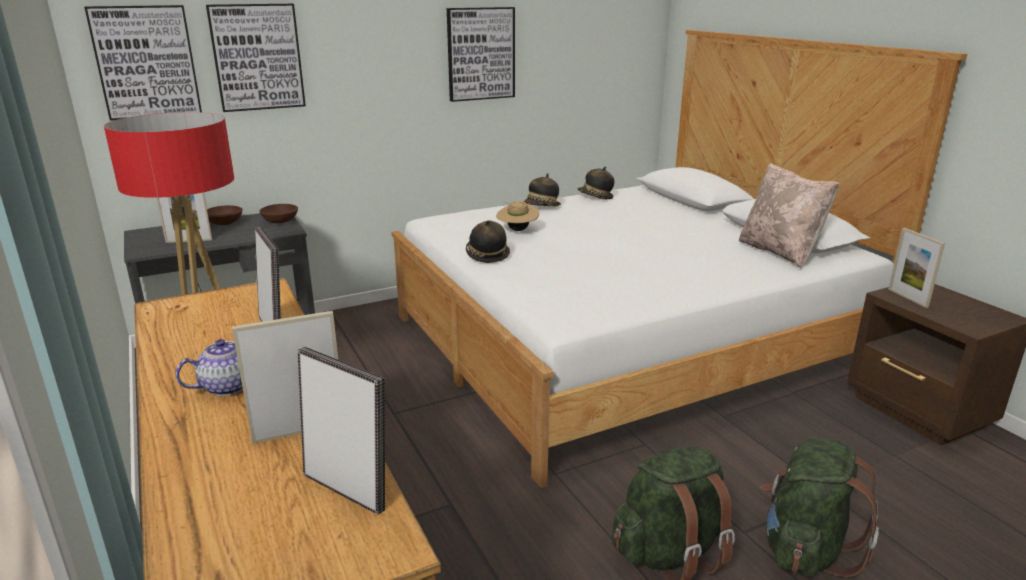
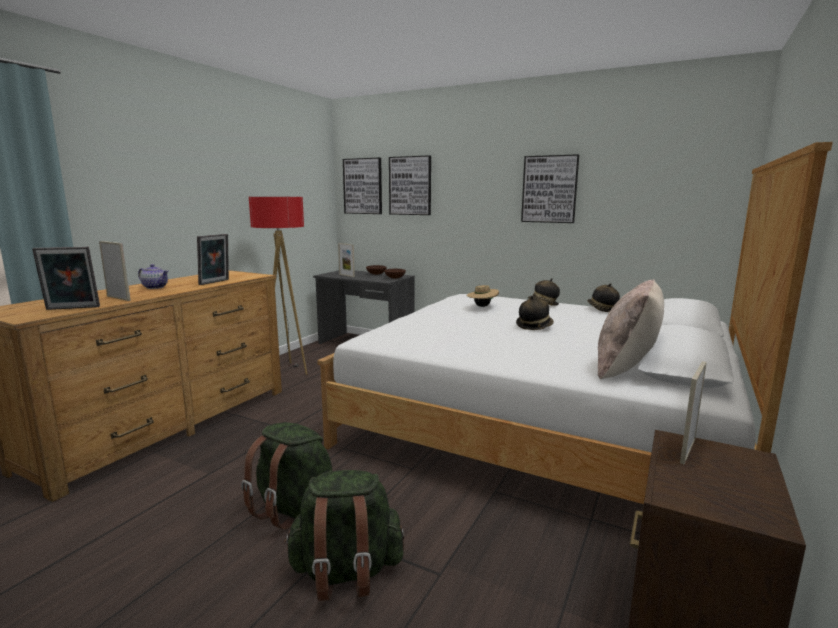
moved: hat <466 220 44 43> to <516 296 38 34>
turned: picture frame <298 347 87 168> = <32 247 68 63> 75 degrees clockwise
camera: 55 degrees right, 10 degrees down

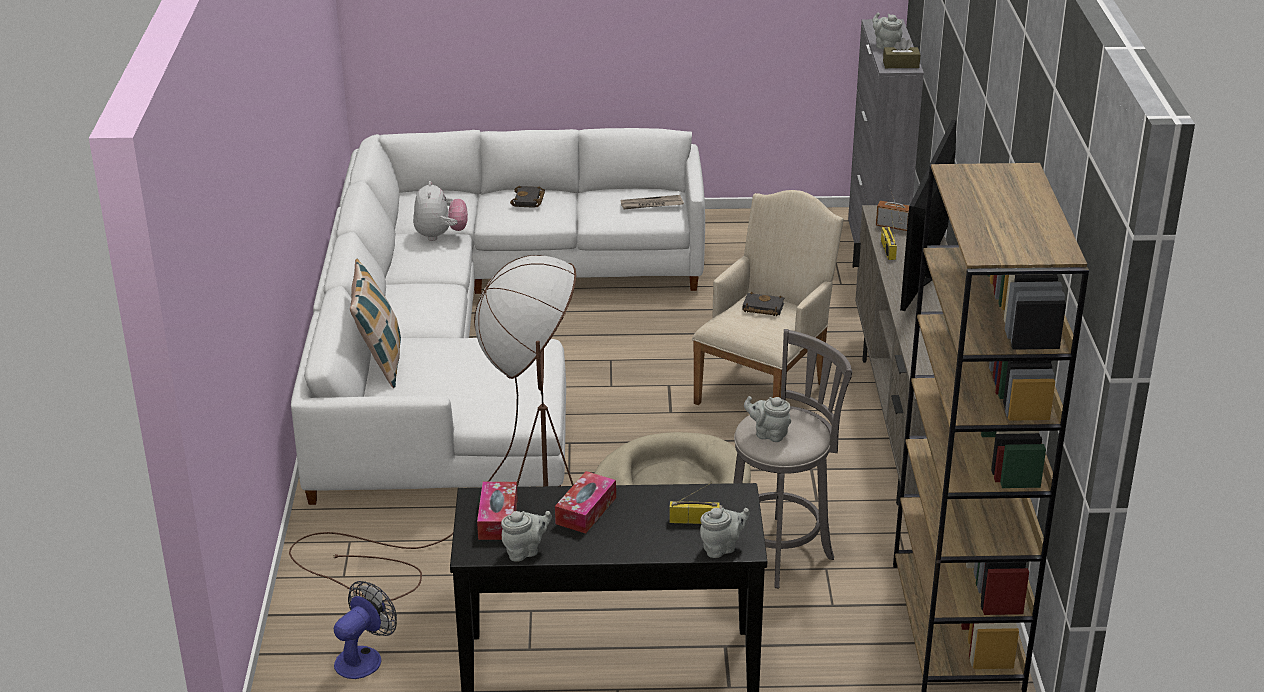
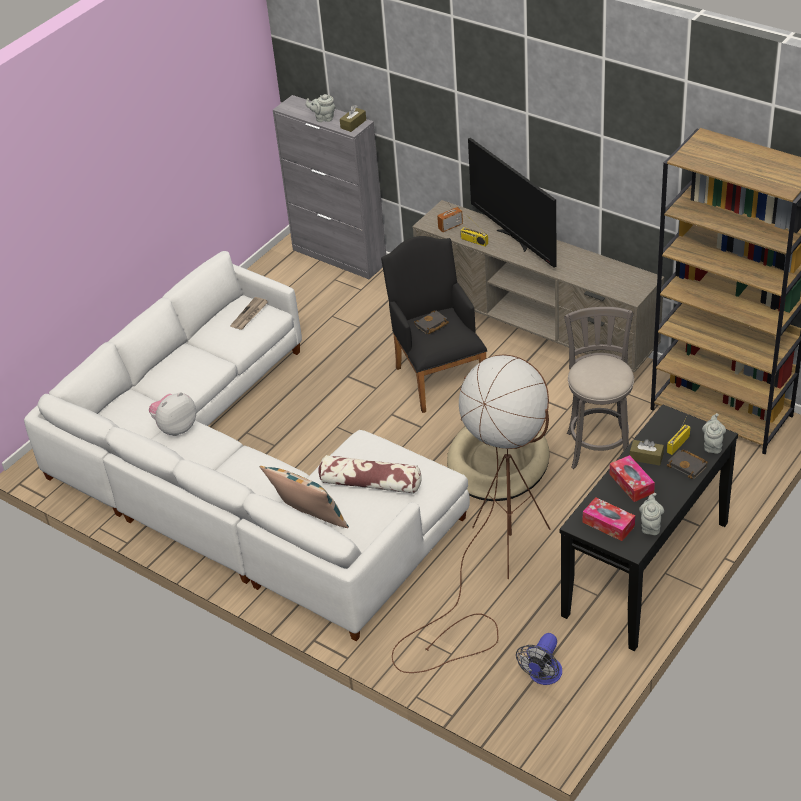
removed: teapot in grey <744 396 47 46>
added: pillow <318 455 104 39>; tissue box in brown <630 439 34 27>
moved: book in black <510 186 35 22> to <667 449 41 30>
recoloured: armchair in beige <692 190 152 215> to armchair in black <381 236 106 177>
turned: fan <334 581 63 98> = <516 633 46 52> 135 degrees counterclockwise; plush toy <413 181 55 60> = <149 392 47 44> 75 degrees counterclockwise
camera: 50 degrees left, 10 degrees up

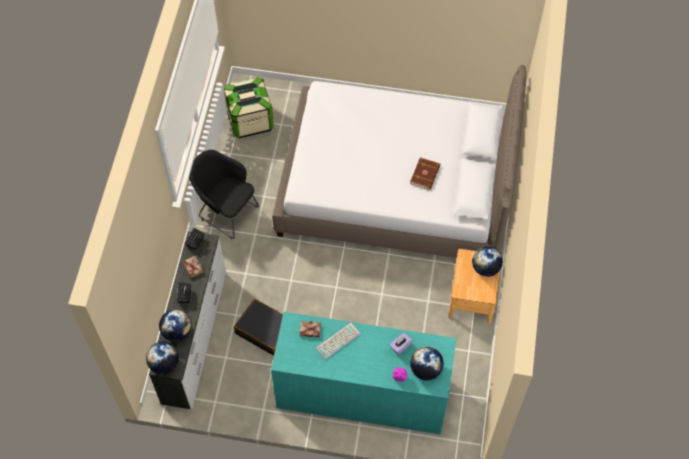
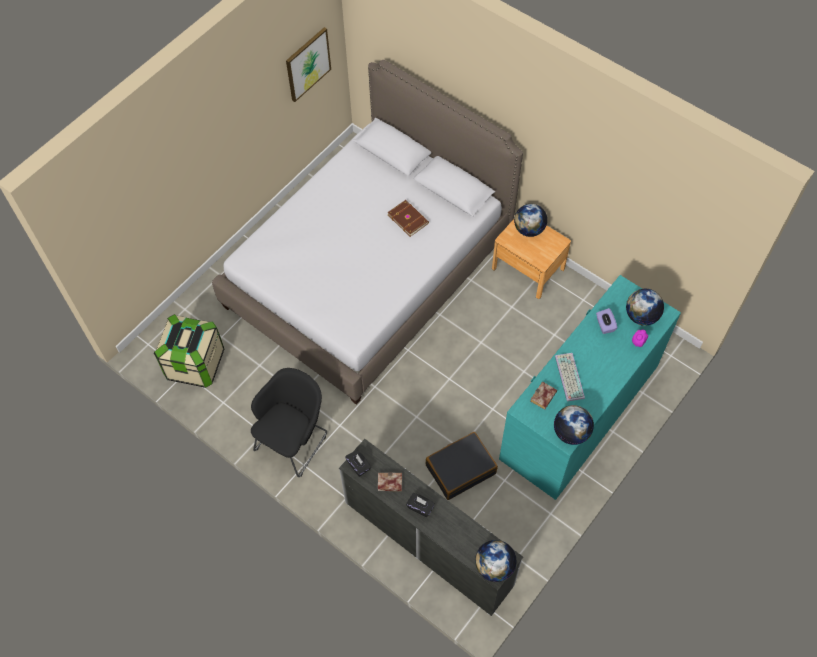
added: picture <286 27 45 75>
moved: globe <159 309 33 33> to <554 405 40 40>
turned: armchair in black <189 150 70 89> = <251 368 76 109> 150 degrees clockwise
camera: 60 degrees left, 0 degrees up

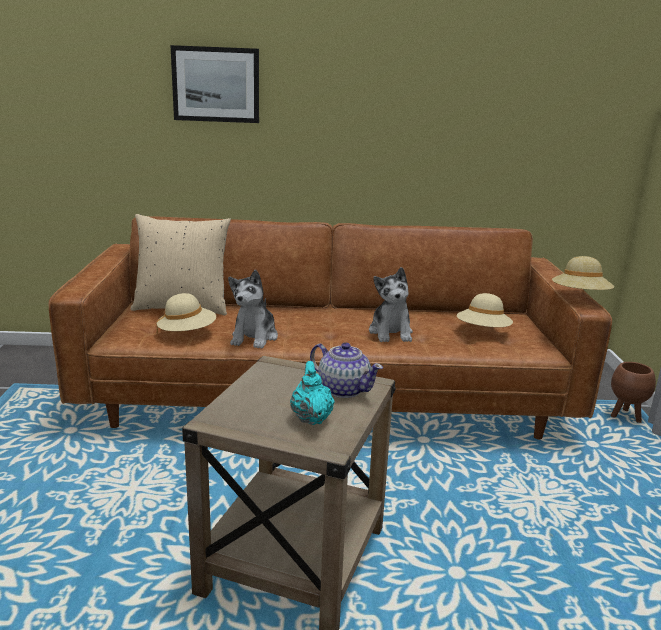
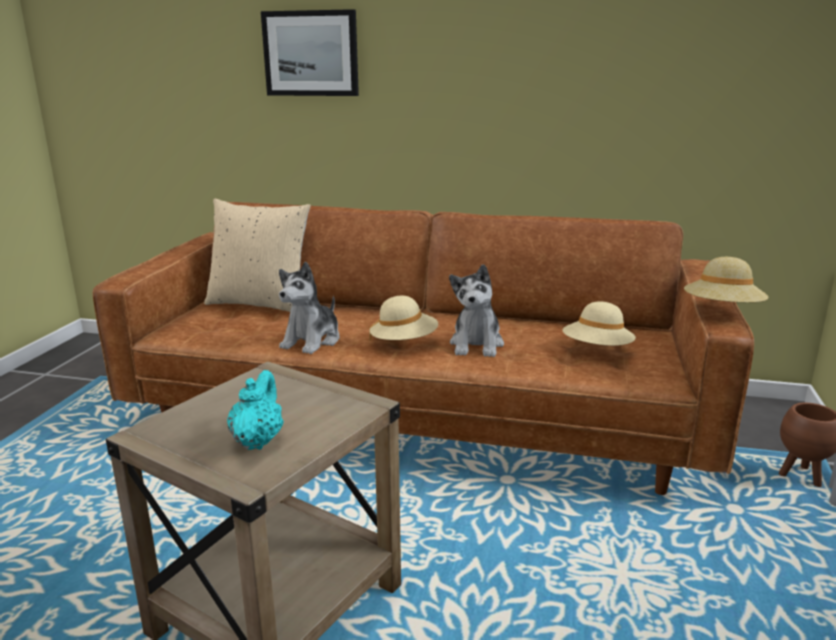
removed: teapot <310 343 73 55>
moved: hat in beige <156 293 60 40> to <369 296 69 45>
camera: 15 degrees right, 0 degrees up

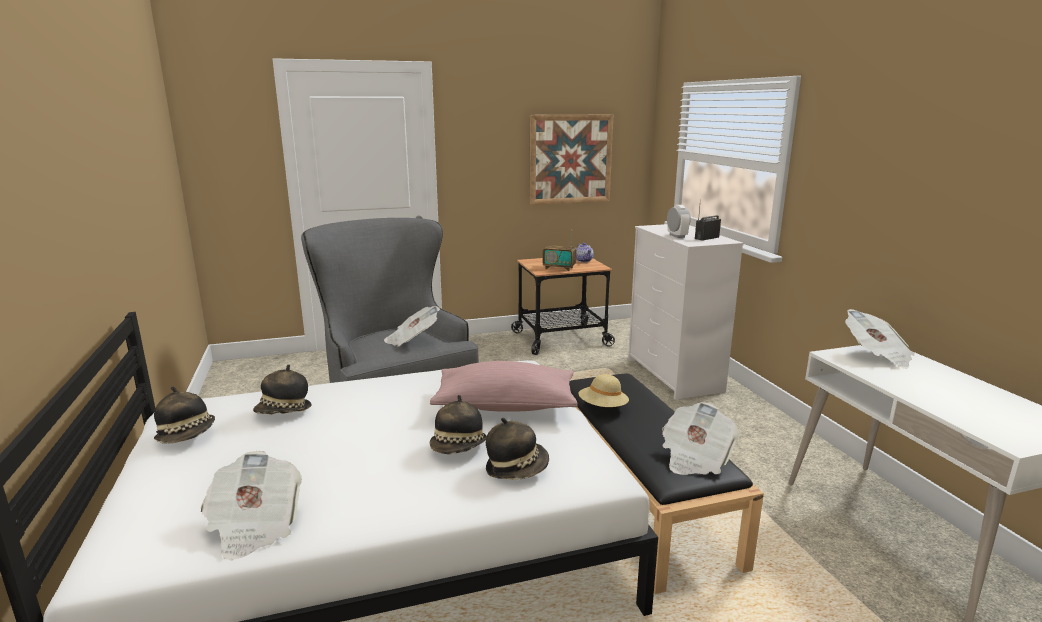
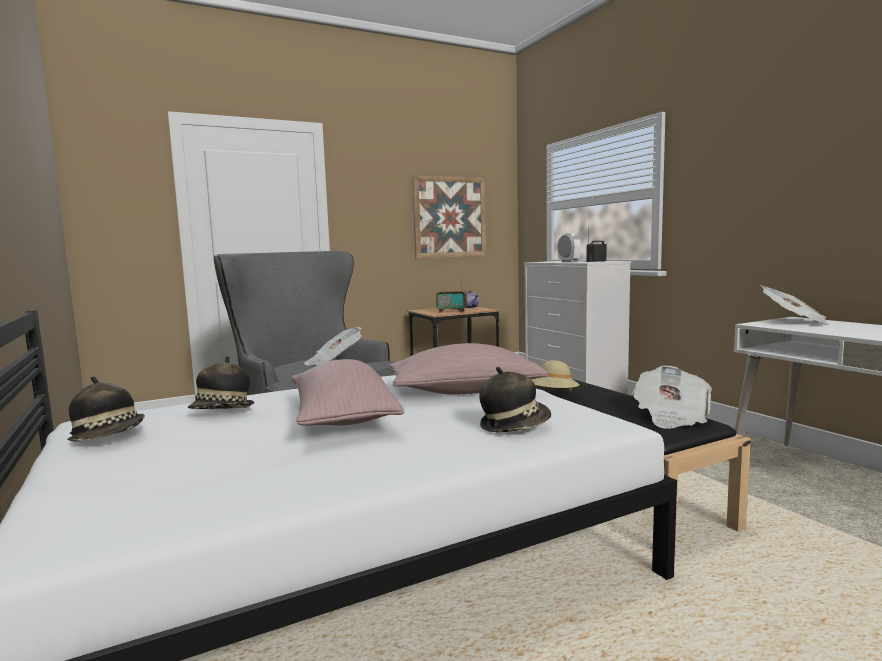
removed: newspaper <201 451 101 109>; hat <430 395 57 59>
added: pillow in pink <292 359 112 67>
camera: 10 degrees left, 10 degrees down

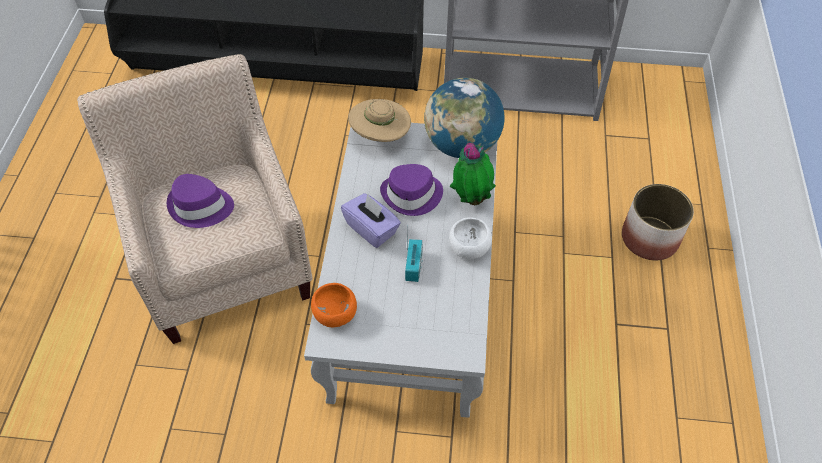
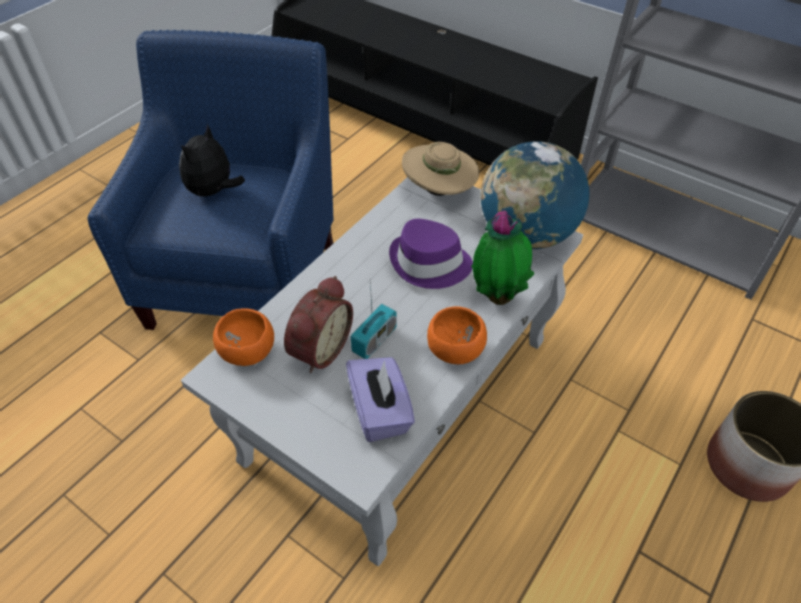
added: alarm clock <284 276 69 97>
moved: tissue box in purple <341 193 60 55> to <346 357 69 85>
replaced: hat in purple <167 174 67 54> to plush toy <179 123 66 75>
recoloured: armchair in beige <77 54 236 290> to armchair in blue <88 30 245 300>; bowl in white <449 217 43 42> to bowl in orange <427 306 60 58>
camera: 30 degrees right, 5 degrees down

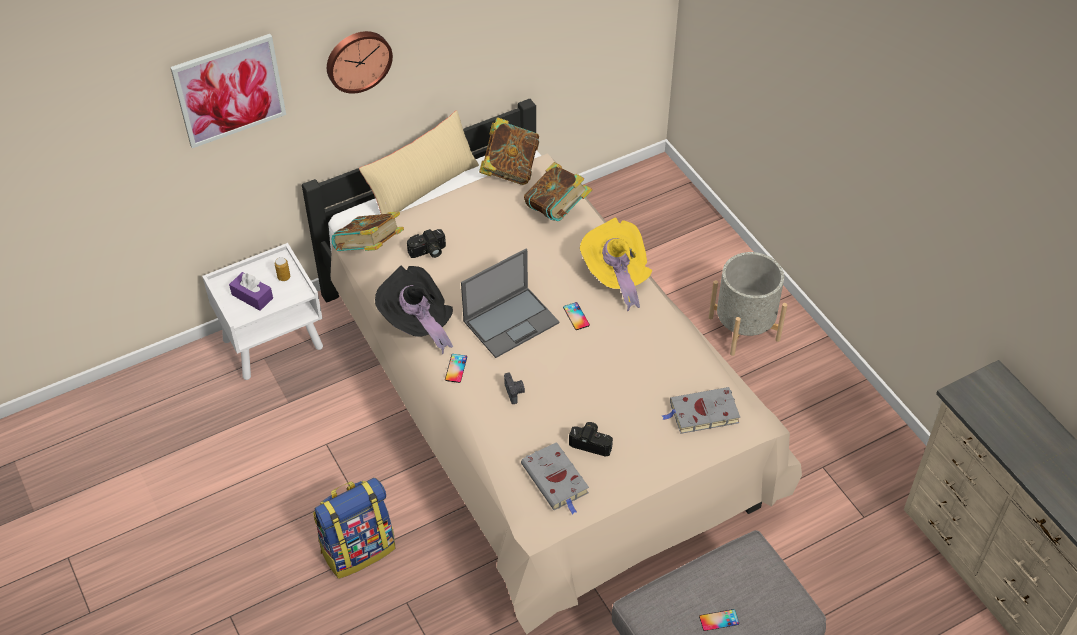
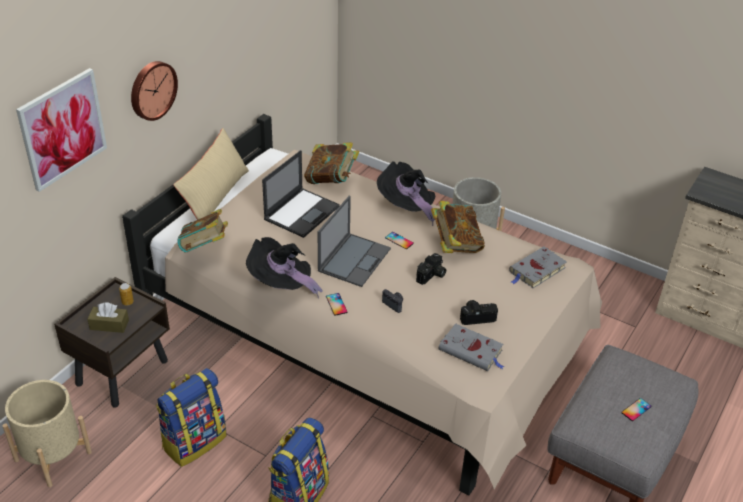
added: planter in beige <2 380 90 107>; backpack <156 368 70 99>; laptop <262 150 78 88>
moved: photo camera <407 229 39 29> to <416 253 30 32>; book <479 117 60 68> to <431 201 54 52>
recoloured: nightstand in white <202 243 121 137> to nightstand in brown <54 277 116 131>; tissue box in purple <229 272 44 39> to tissue box in brown <87 302 42 31>; hat in yellow <580 217 72 94> to hat in black <377 161 58 65>
camera: 30 degrees left, 10 degrees down

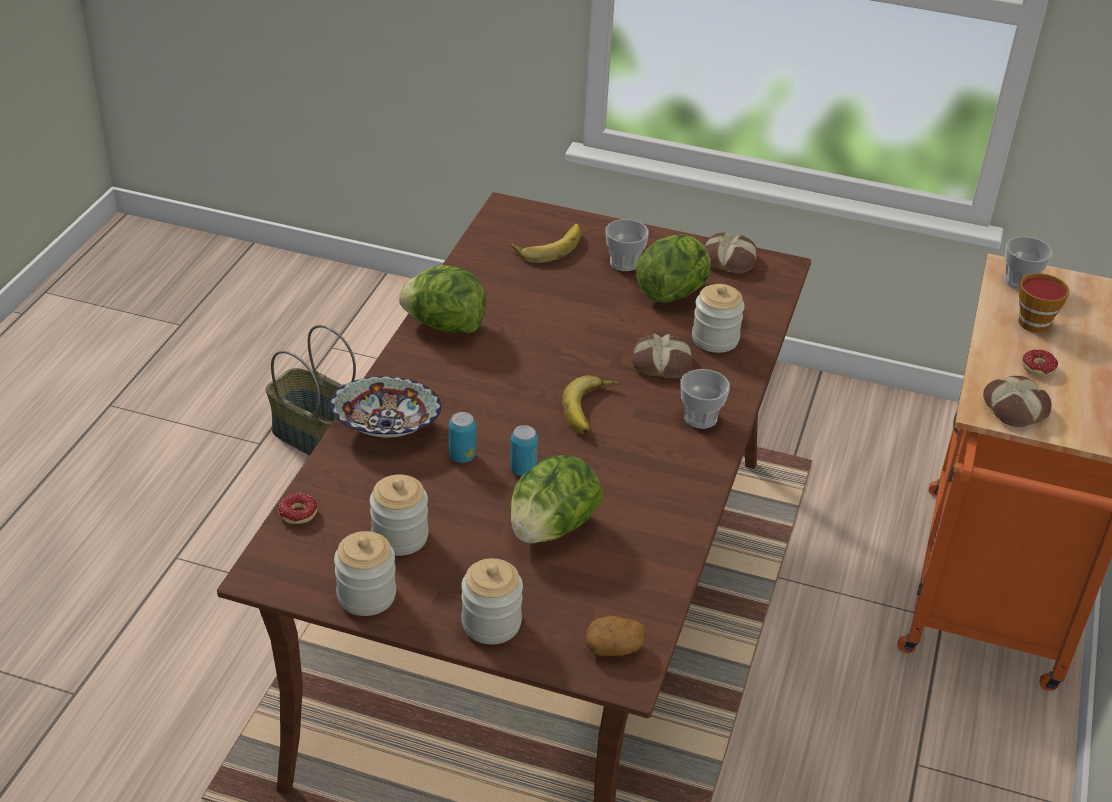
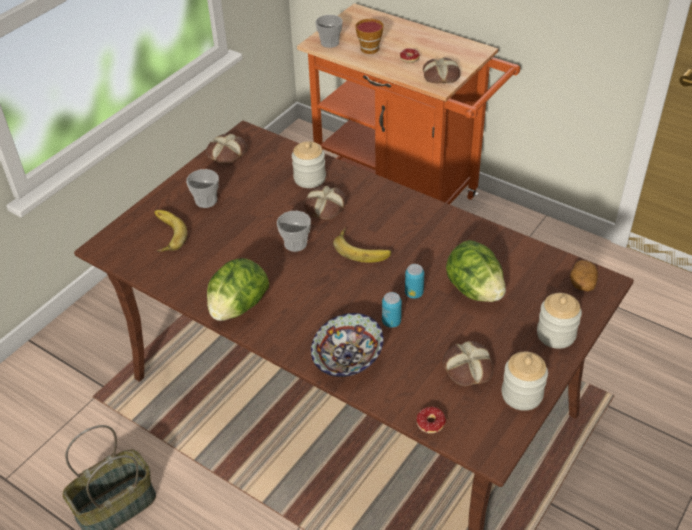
removed: lettuce <635 234 76 69>
moved: cup <680 369 50 60> to <277 211 34 41>
replaced: jar <370 475 58 81> to bread <442 341 52 45>
camera: 70 degrees left, 5 degrees up

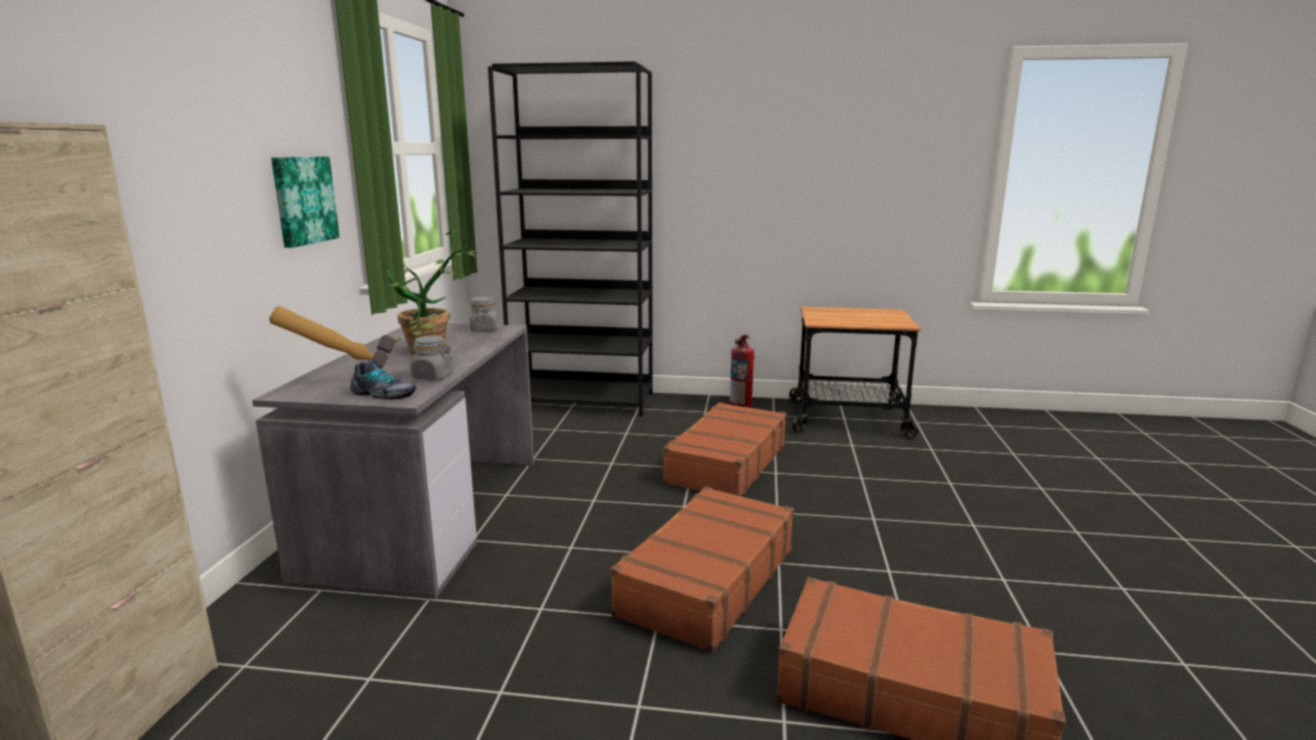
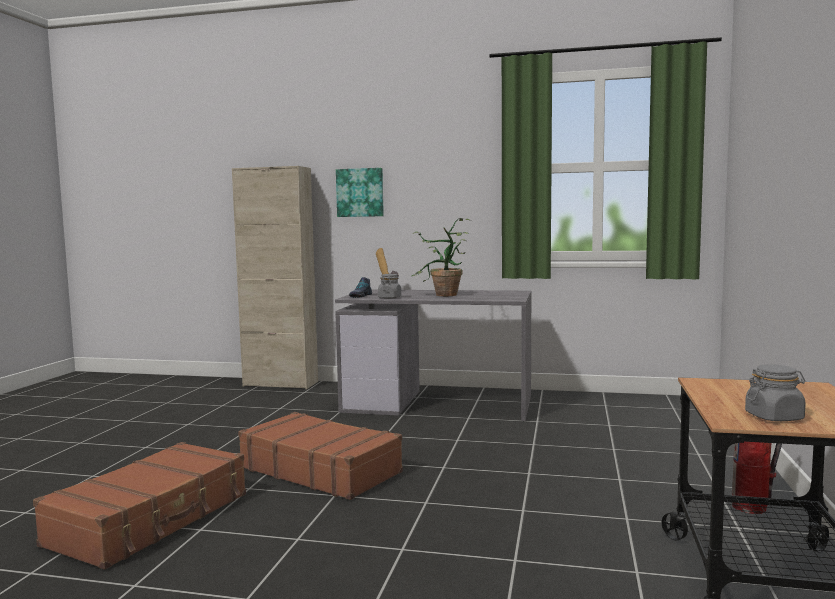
removed: bookcase in black <488 61 165 355>; suitcase in brown <663 402 123 95>
moved: picture <271 157 69 91> to <336 168 48 49>; jar in grey <469 297 28 34> to <745 364 61 57>
camera: 95 degrees right, 10 degrees down

